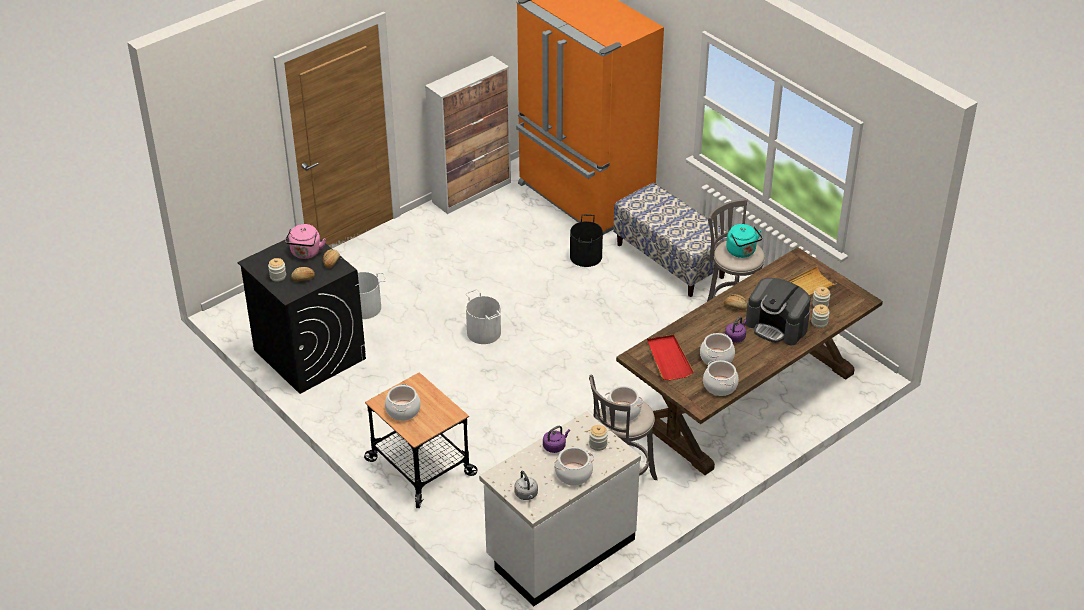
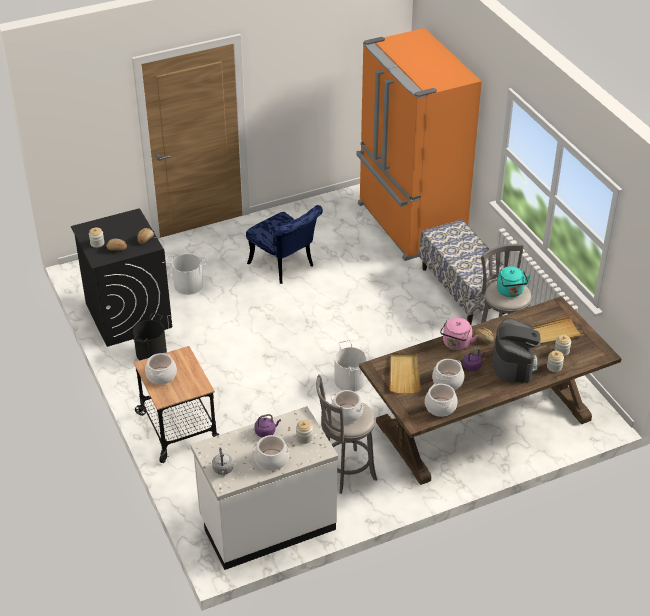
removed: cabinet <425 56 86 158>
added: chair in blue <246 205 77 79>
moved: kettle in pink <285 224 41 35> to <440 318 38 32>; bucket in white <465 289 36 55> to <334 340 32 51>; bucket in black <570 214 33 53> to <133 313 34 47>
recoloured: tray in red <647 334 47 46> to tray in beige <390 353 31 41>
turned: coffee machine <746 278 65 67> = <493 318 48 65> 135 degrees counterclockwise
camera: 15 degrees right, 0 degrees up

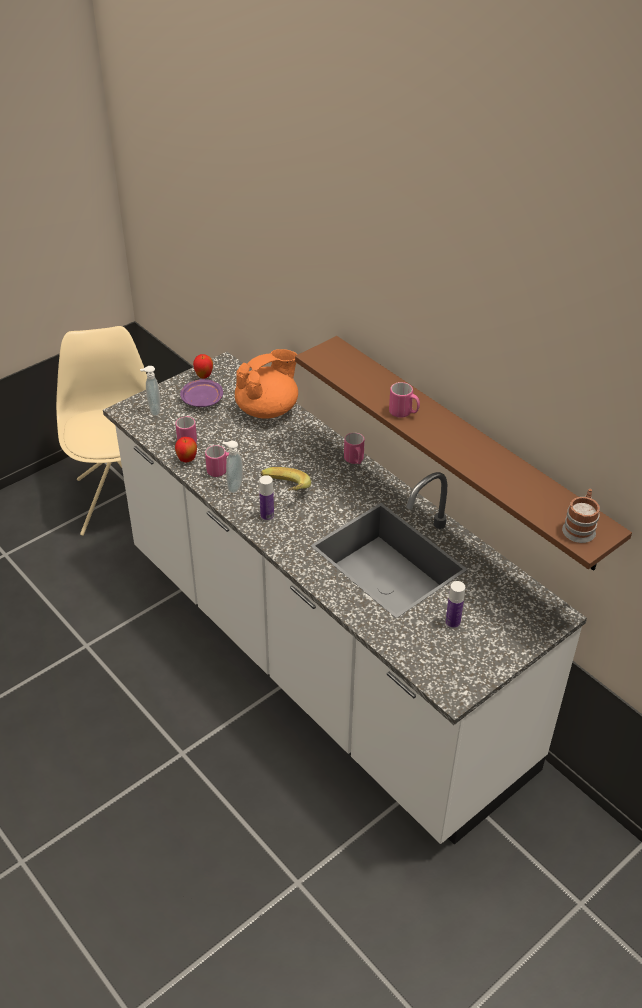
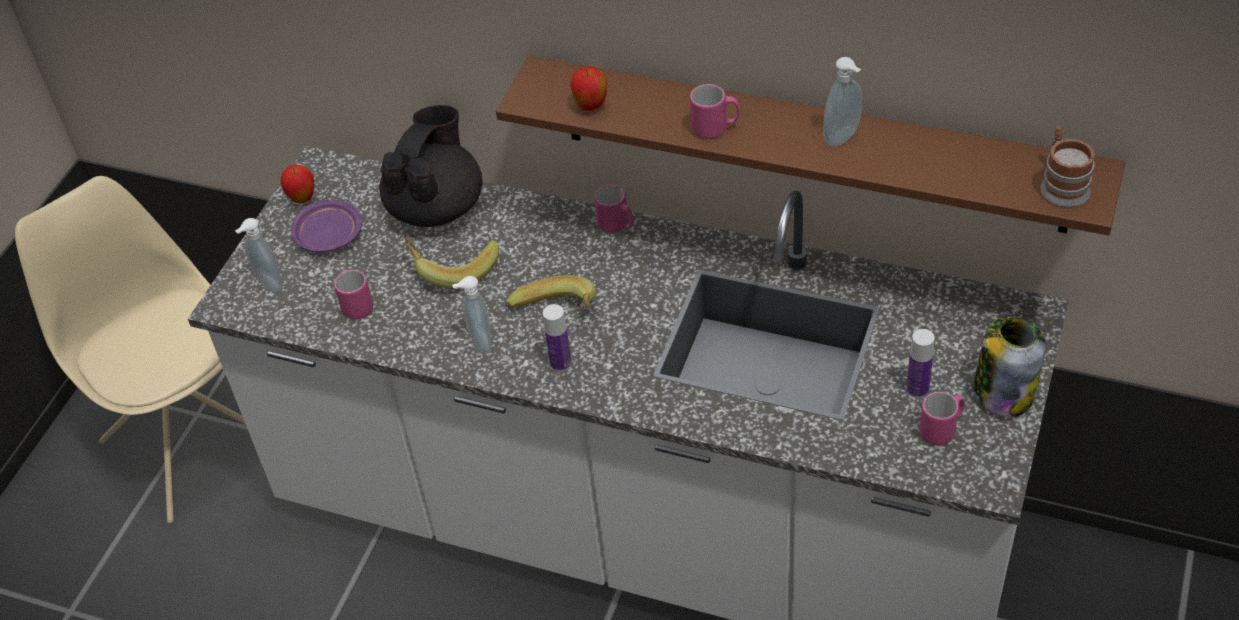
added: banana <403 233 96 55>; soap dispenser <823 57 39 90>; jar <973 317 73 100>
moved: apple <175 437 22 25> to <570 66 37 45>; mug in pink <205 445 24 32> to <919 392 46 54>
recoloured: teapot in orange <235 349 63 70> to teapot in black <379 105 103 122>
camera: 25 degrees left, 5 degrees up

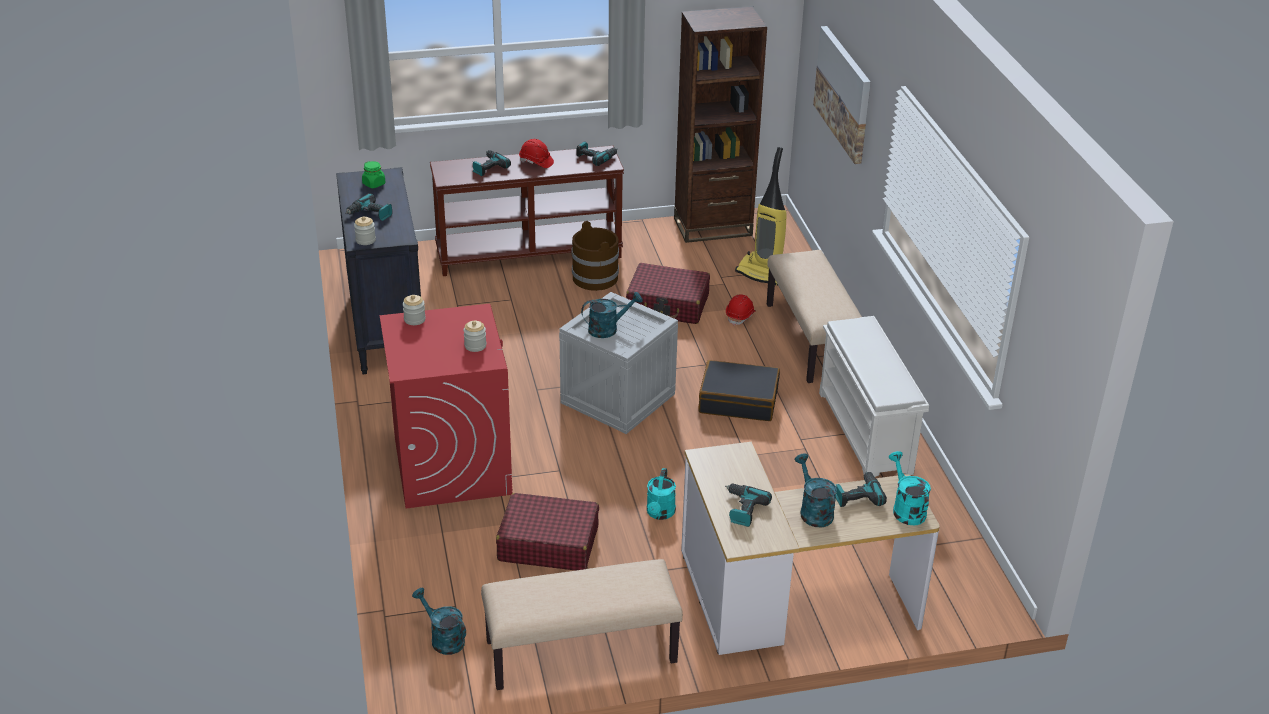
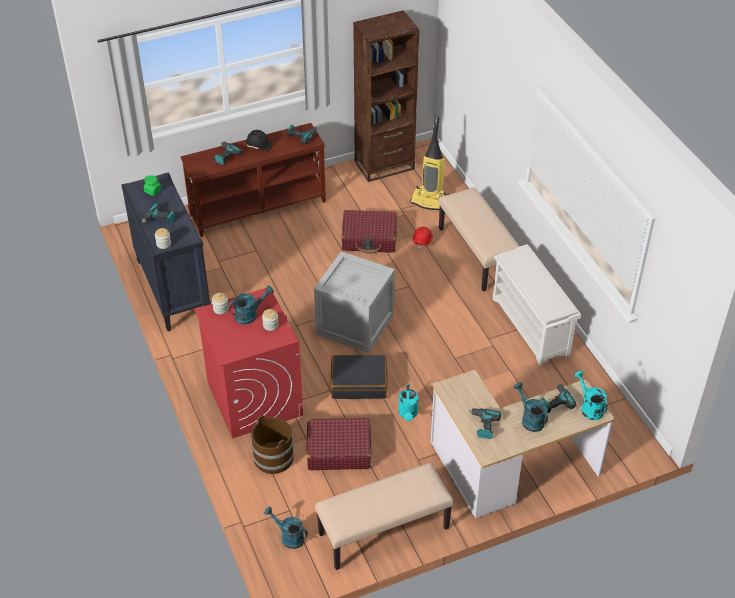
removed: picture <813 26 58 138>
moved: bucket in brown <572 221 47 70> to <251 415 43 59>; watering can in turquoise <581 292 62 46> to <228 285 46 39>; suitcase in black <699 360 81 61> to <331 354 56 45>
recoloured: hard hat in red <519 139 35 29> to hard hat in black <246 130 26 21>
camera: 10 degrees left, 10 degrees up

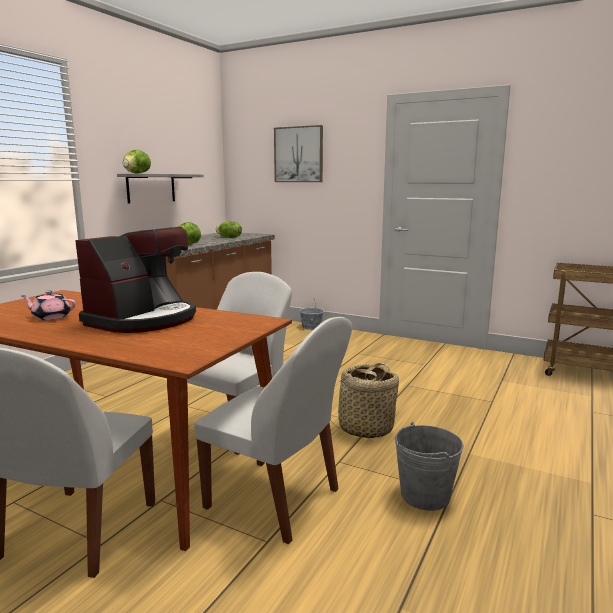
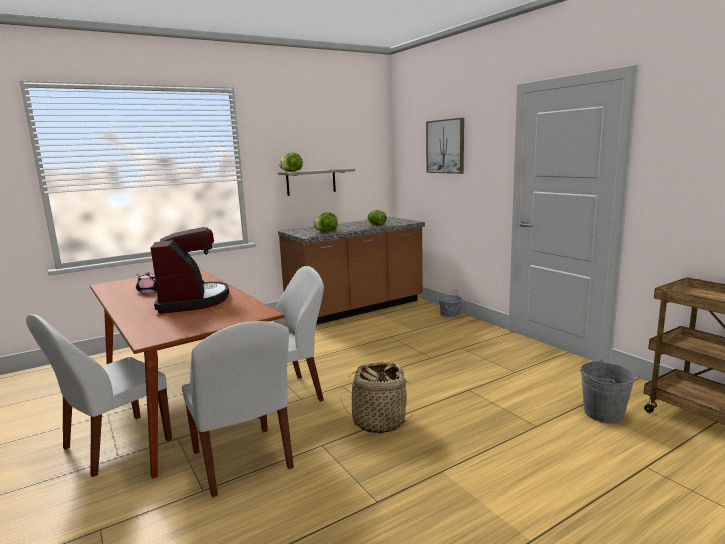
moved: bucket in grey <395 422 69 89> to <580 360 55 63>
turned: coffee machine <75 227 121 106> = <151 227 78 87> 75 degrees counterclockwise
camera: 30 degrees right, 0 degrees up

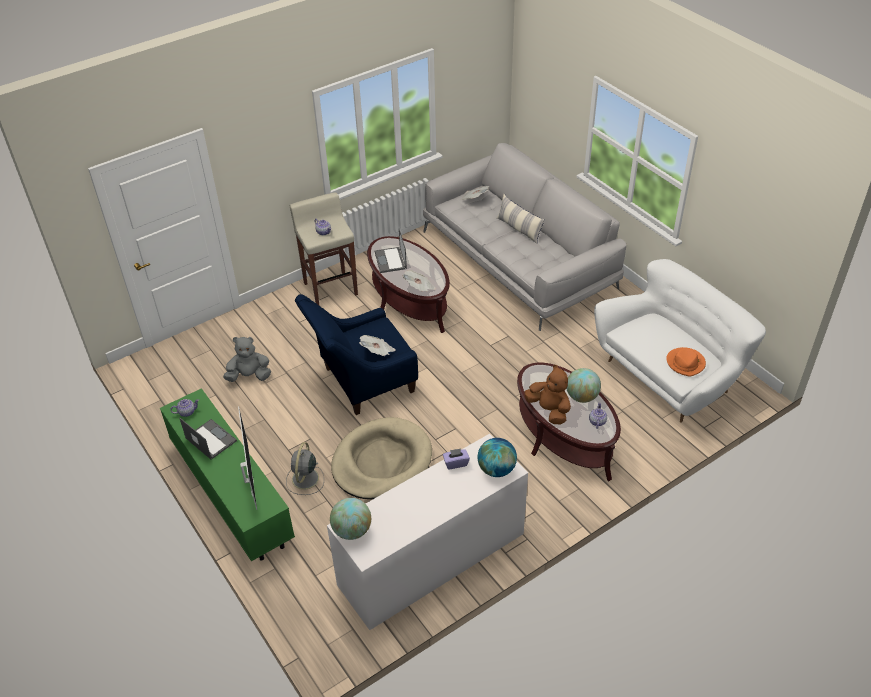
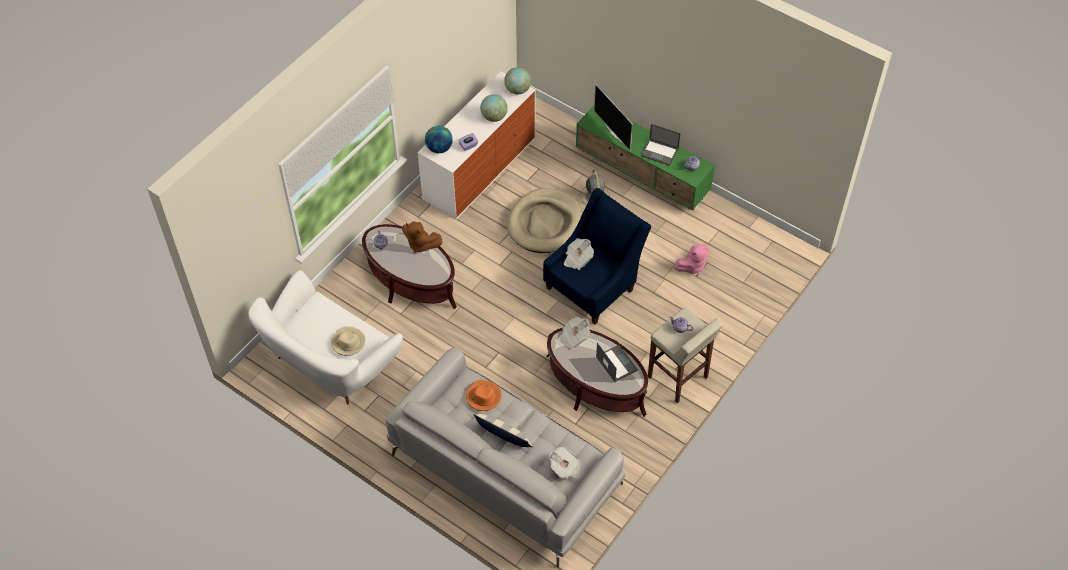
added: hat in beige <331 326 35 30>
moved: globe <566 368 35 35> to <480 94 28 28>; hat in orange <666 347 40 30> to <466 380 36 31>
recoloured: plush toy in grey <223 337 48 45> to plush toy in pink <674 244 35 31>
camera: 160 degrees right, 10 degrees up

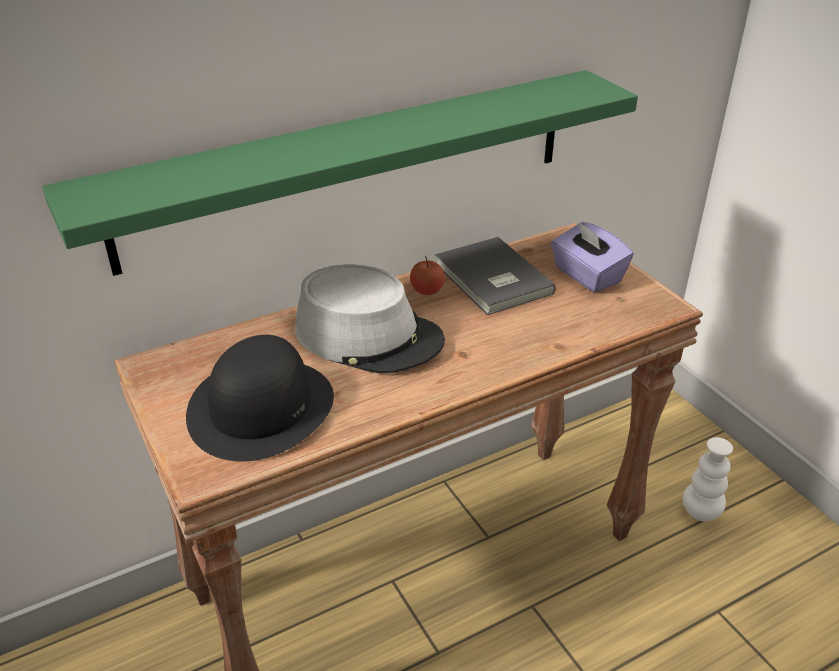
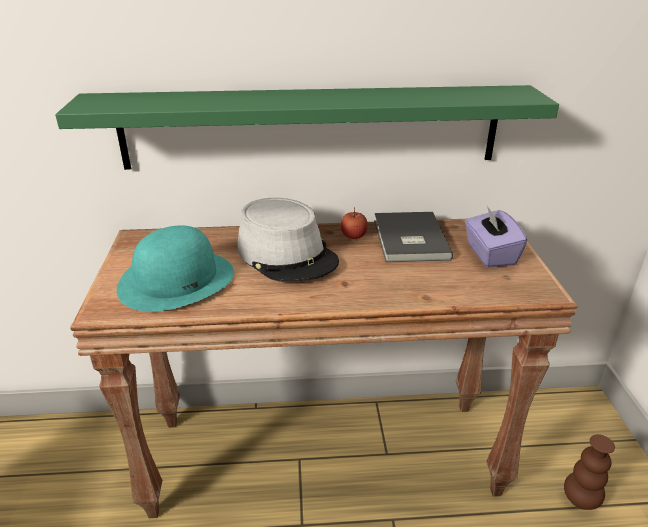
recoloured: hat in black <186 335 148 127> to hat in turquoise <117 225 117 87>; vase in white <683 437 50 84> to vase in brown <564 434 51 76>
camera: 25 degrees right, 5 degrees down

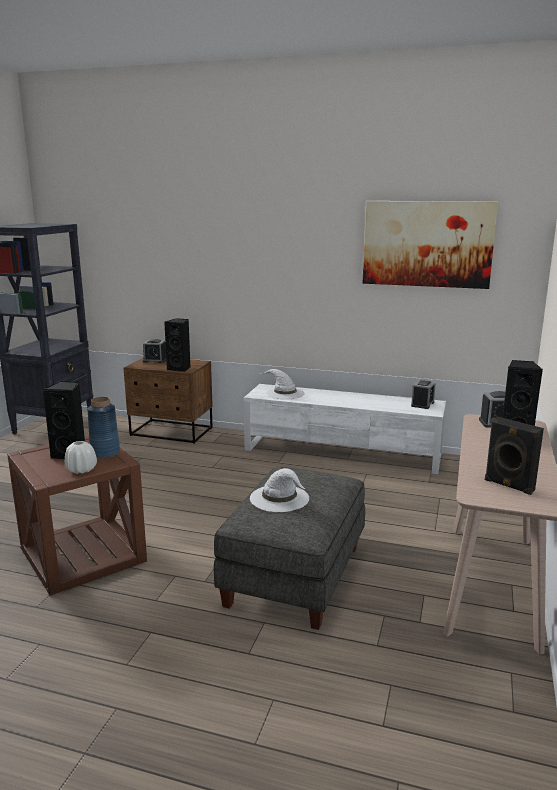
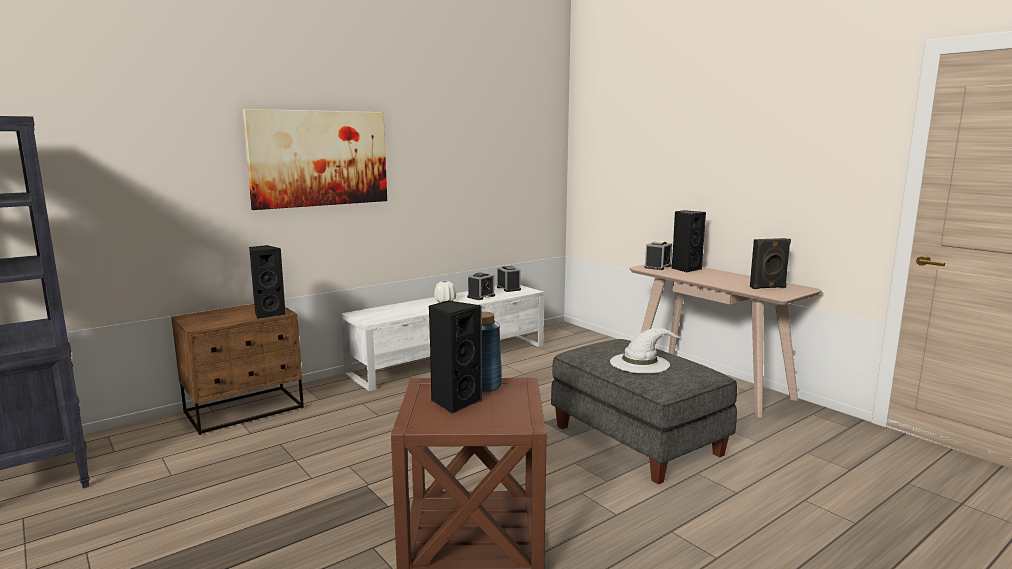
removed: hat in white <260 369 45 31>
moved: vase in white <65 441 32 33> to <434 281 22 22>; alarm clock <143 339 23 24> to <467 272 28 28>; picture <363 201 135 88> to <242 109 145 101>
camera: 55 degrees left, 5 degrees down

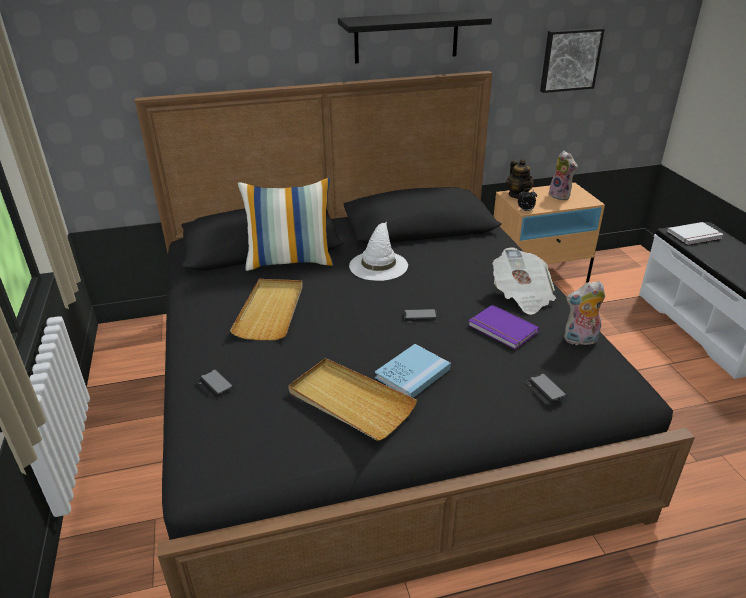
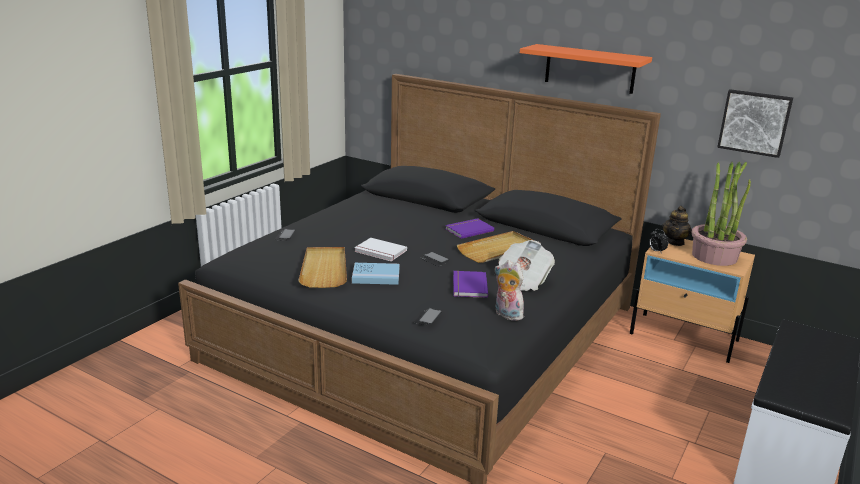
removed: pillow <238 178 96 93>
moved: tray in beige <230 279 73 61> to <457 231 78 32>; book in white <668 222 56 23> to <354 238 53 23>
replaced: hat in white <349 221 59 60> to book in purple <445 218 49 21>; plush toy <549 151 29 49> to potted plant <692 161 59 105>
recoloured: shelf in black <338 11 154 52> to shelf in orange <520 44 132 50>
camera: 45 degrees right, 10 degrees down

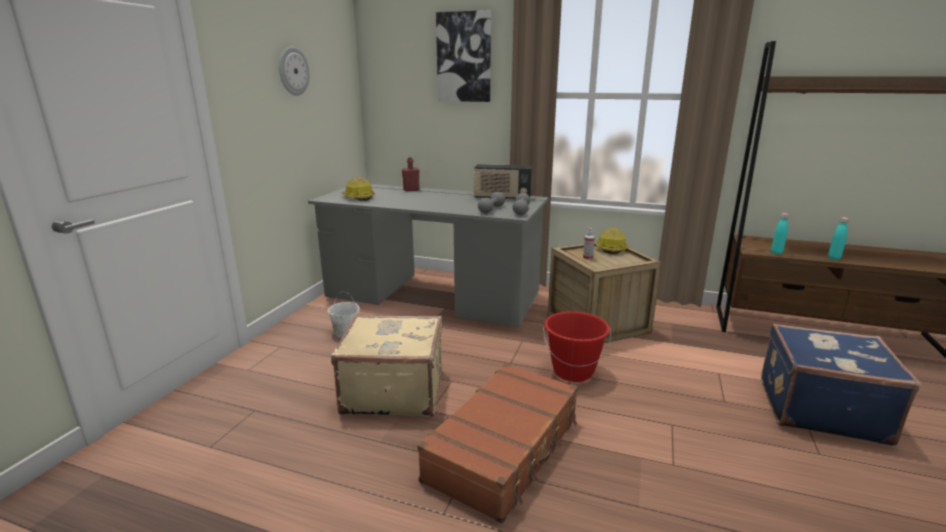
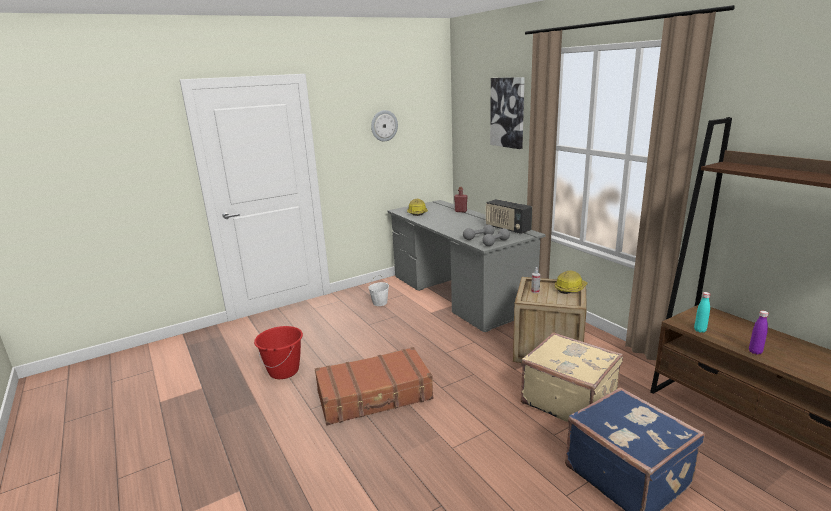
moved: suitcase in beige <331 315 112 102> to <521 332 102 90>; bucket in red <543 311 68 71> to <254 326 49 53>
recoloured: bottle in turquoise <828 217 21 43> to bottle in purple <749 311 20 44>
camera: 40 degrees right, 0 degrees up

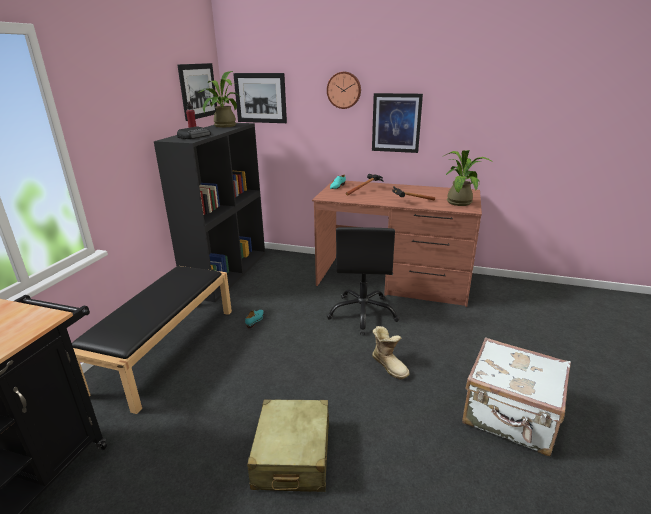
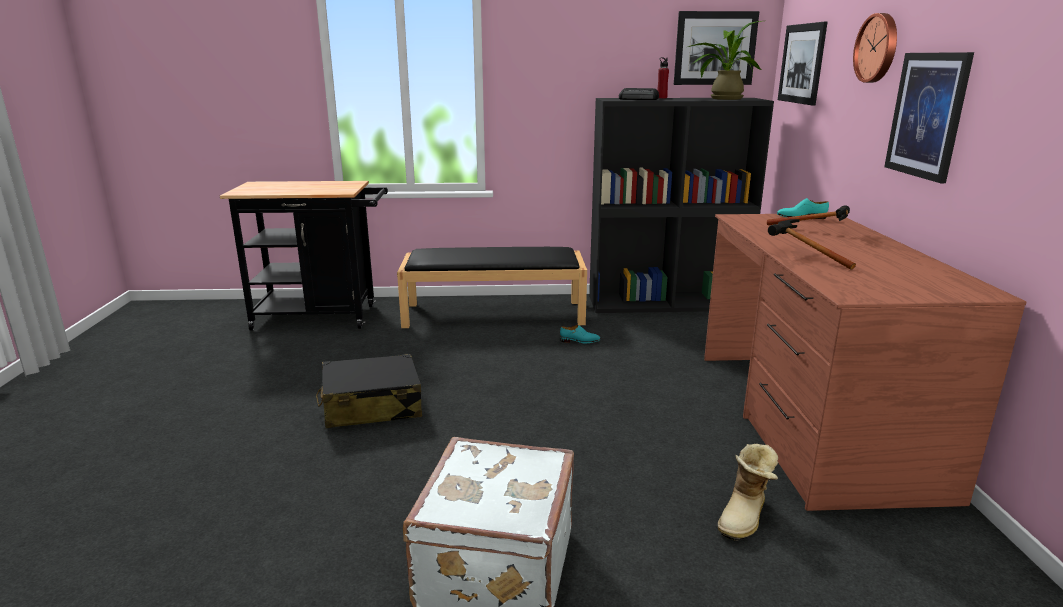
removed: office chair in black <326 227 74 108>; potted plant <444 150 49 56>
moved: boot <372 326 38 54> to <718 444 61 97>
recoloured: suitcase in beige <247 399 82 93> to suitcase in black <316 354 106 74>
camera: 70 degrees right, 5 degrees down

